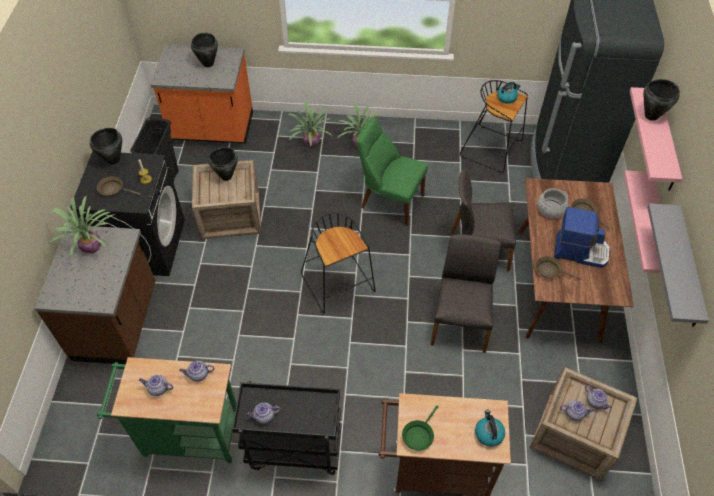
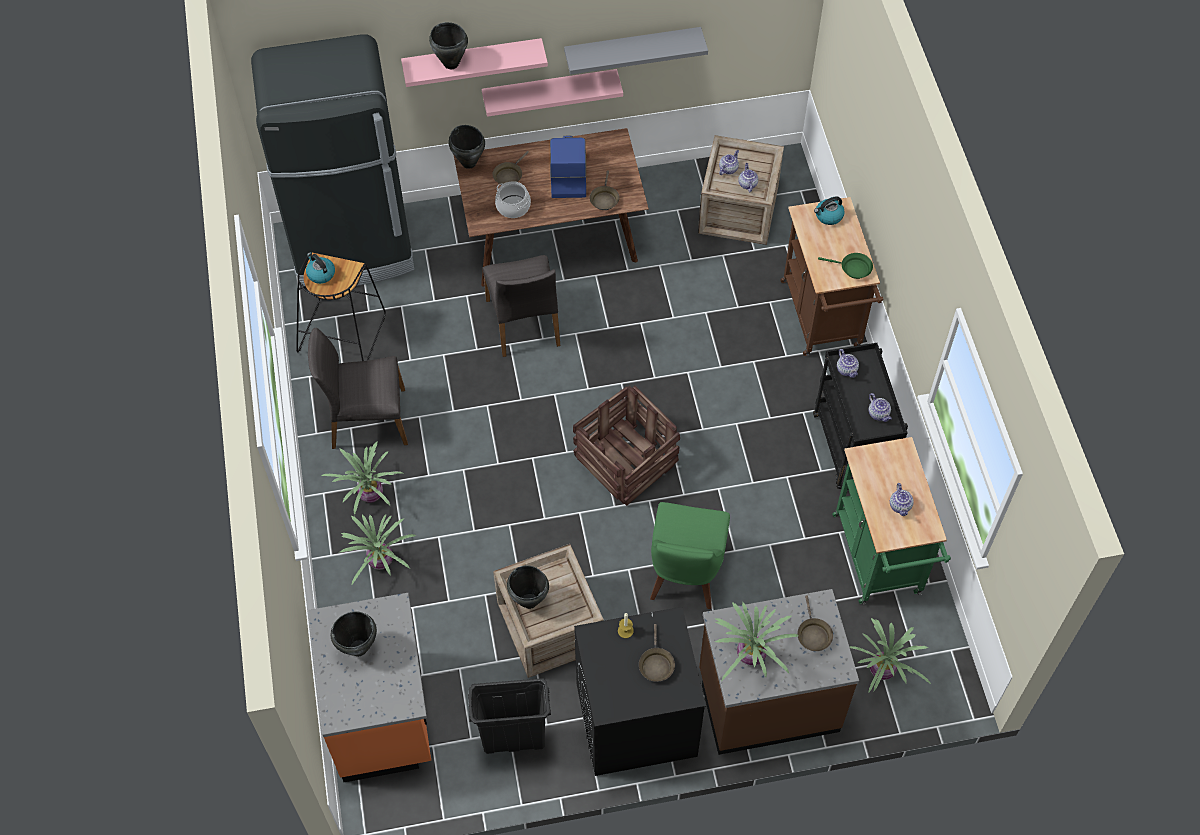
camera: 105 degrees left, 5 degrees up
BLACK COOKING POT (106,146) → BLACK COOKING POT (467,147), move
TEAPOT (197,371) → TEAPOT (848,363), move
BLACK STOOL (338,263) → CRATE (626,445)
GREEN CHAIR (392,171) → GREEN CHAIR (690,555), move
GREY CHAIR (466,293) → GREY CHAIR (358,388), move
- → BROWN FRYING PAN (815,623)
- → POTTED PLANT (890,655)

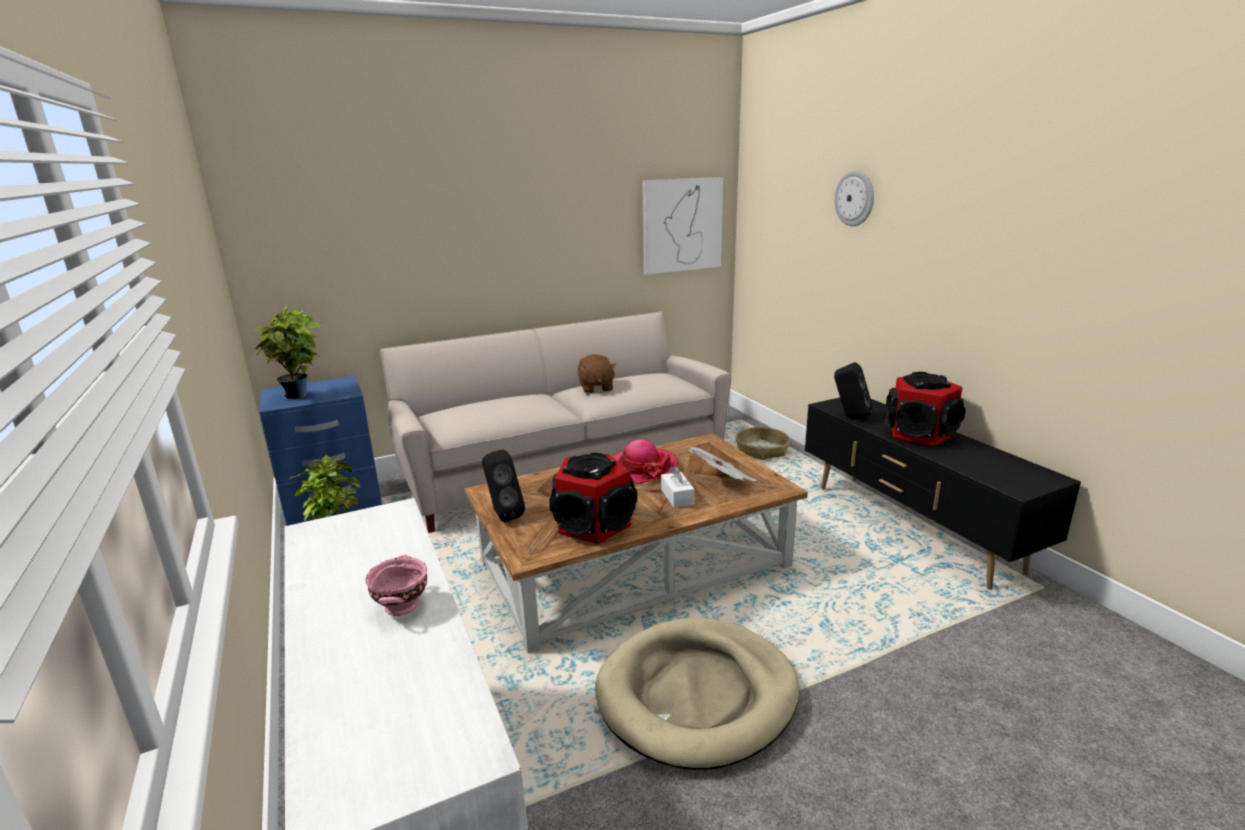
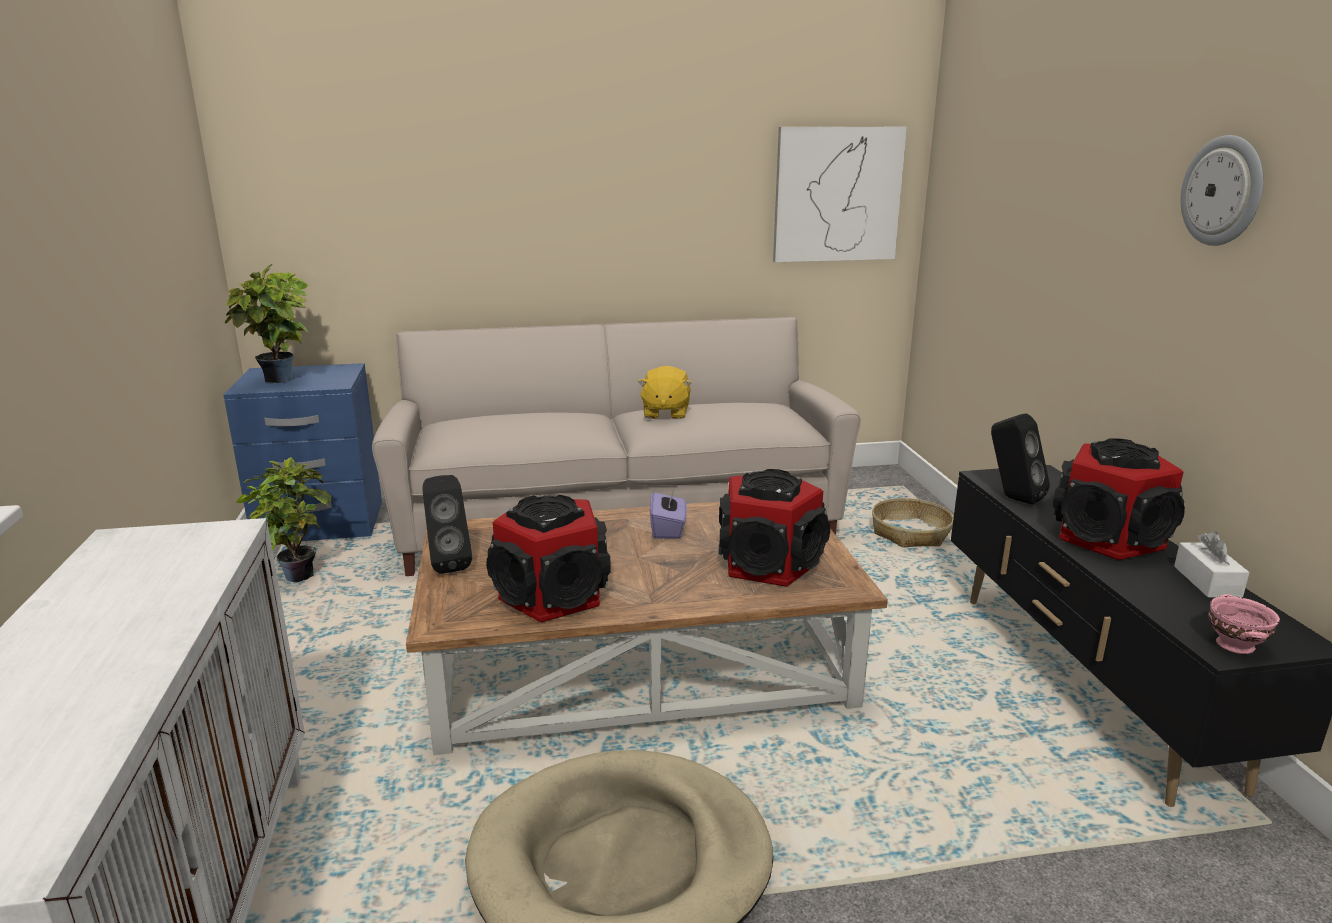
camera: 15 degrees right, 0 degrees up
PINK BOWL (396,585) → PINK BOWL (1244,624), move
BROWN PLUSH TOY (597,373) → YELLOW PLUSH TOY (664,392)
HAT (645,461) → PURPLE TISSUE BOX (668,514)
WHITE TISSUE BOX (678,487) → WHITE TISSUE BOX (1212,564), move
NEWSPAPER (722,464) → SPEAKER (774,528)
WALL CLOCK (854,198) → WALL CLOCK (1222,190), move

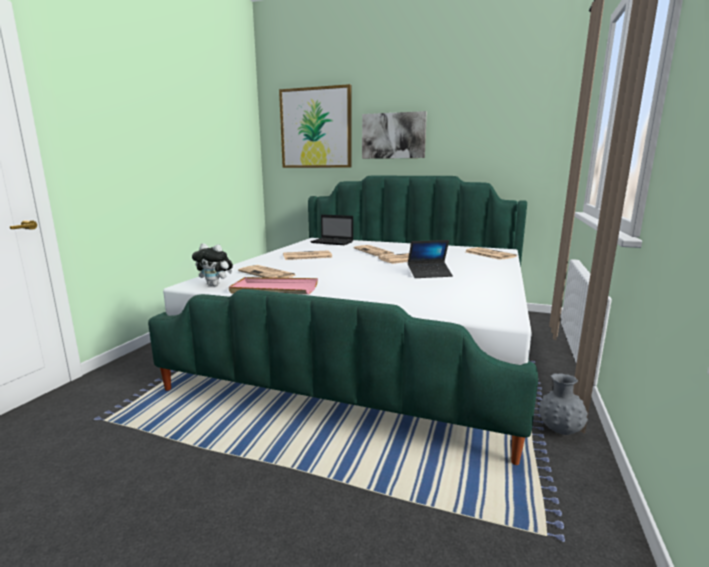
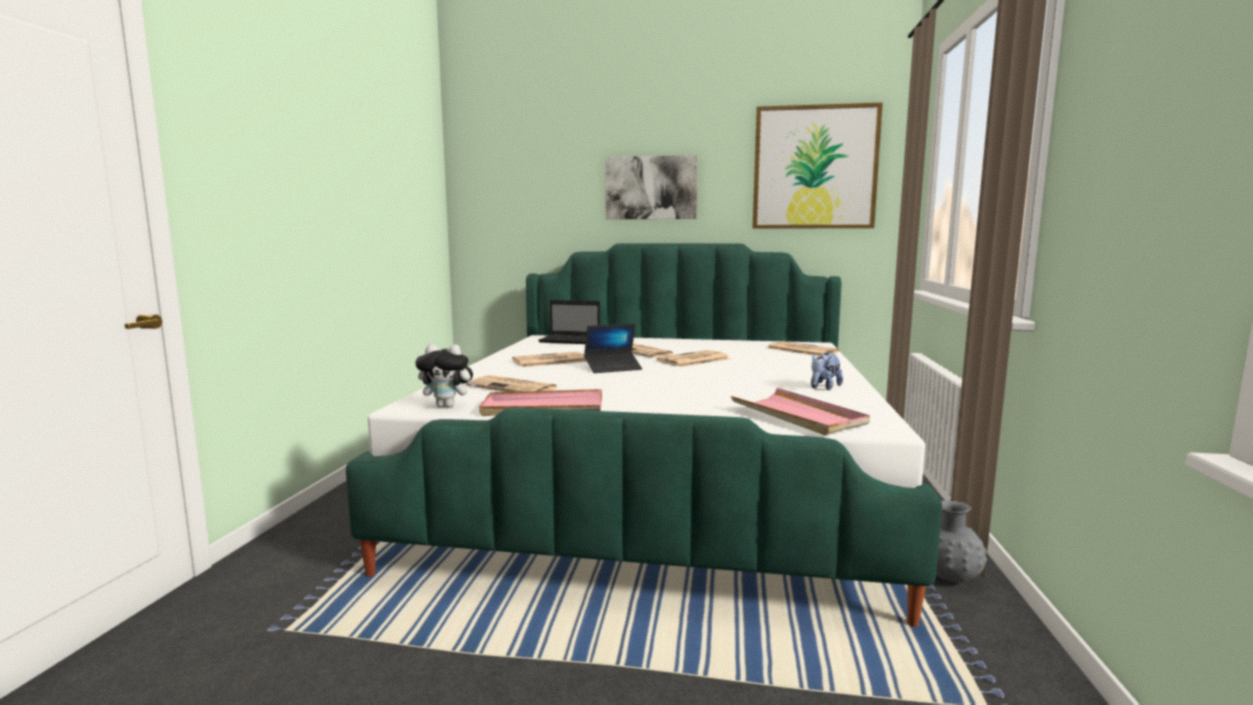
camera: 10 degrees left, 5 degrees down
PICTURE (315,126) → PICTURE (817,165), move
LAPTOP (430,259) → LAPTOP (613,348), move
- → PINK TRAY (800,411)
- → PLUSH TOY (827,371)

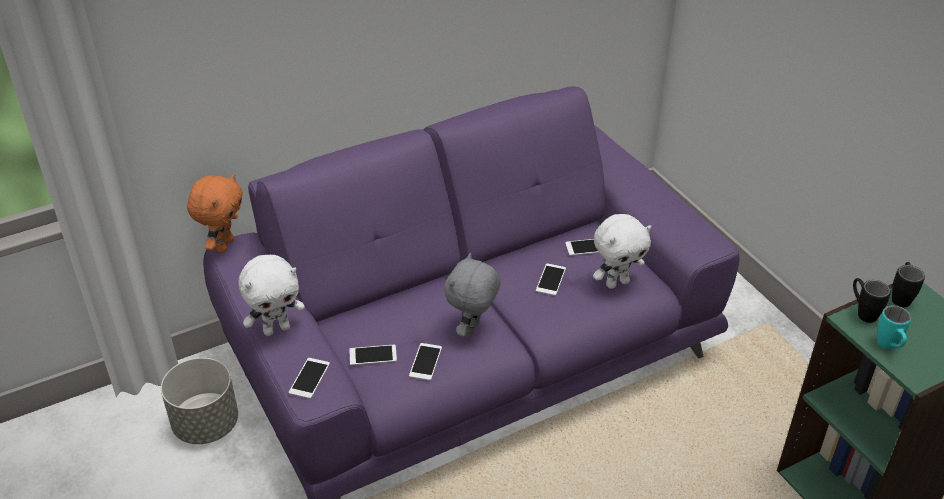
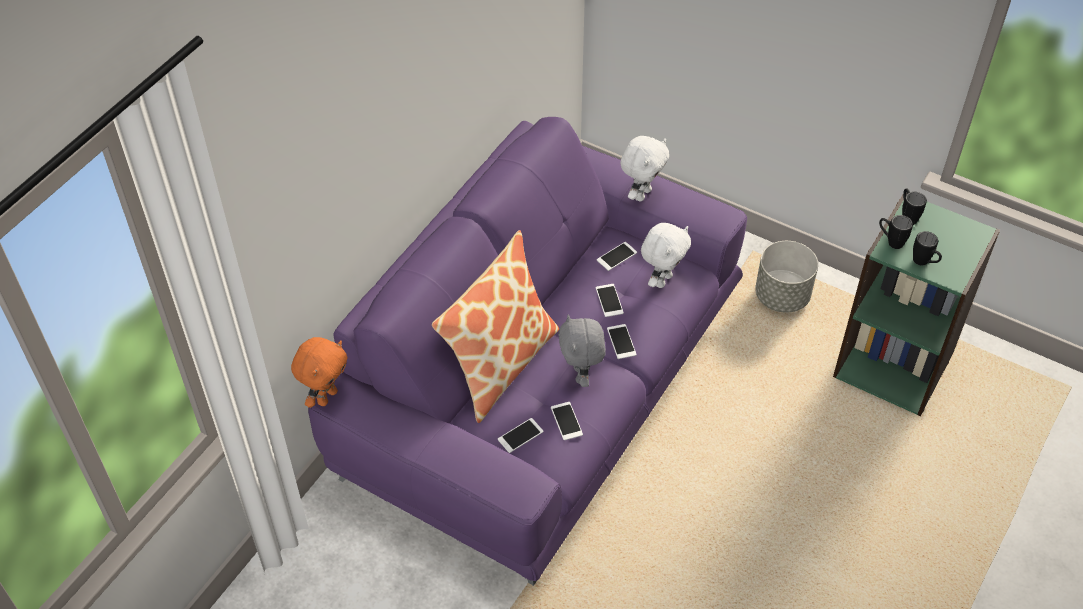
camera: 30 degrees left, 10 degrees up
GREY PLANTER (199,401) → GREY PLANTER (786,277), move
ORANGE PLUSH TOY (215,213) → ORANGE PLUSH TOY (319,372), 45 degrees clockwise
WHITE PLUSH TOY (272,295) → WHITE PLUSH TOY (644,169), move
PHONE (309,378) → PHONE (622,341), move
TURQUOISE MUG (894,327) → BLACK MUG (927,248)
- → PILLOW (495,326)

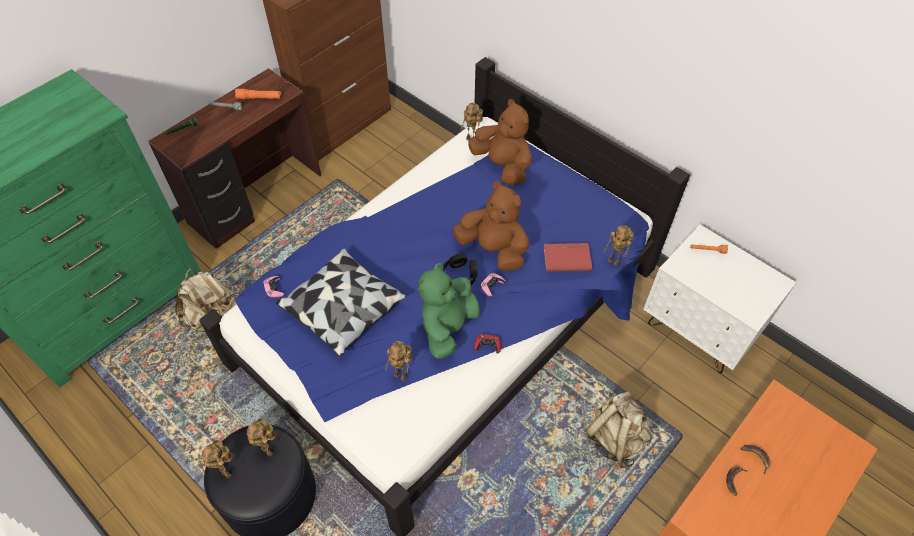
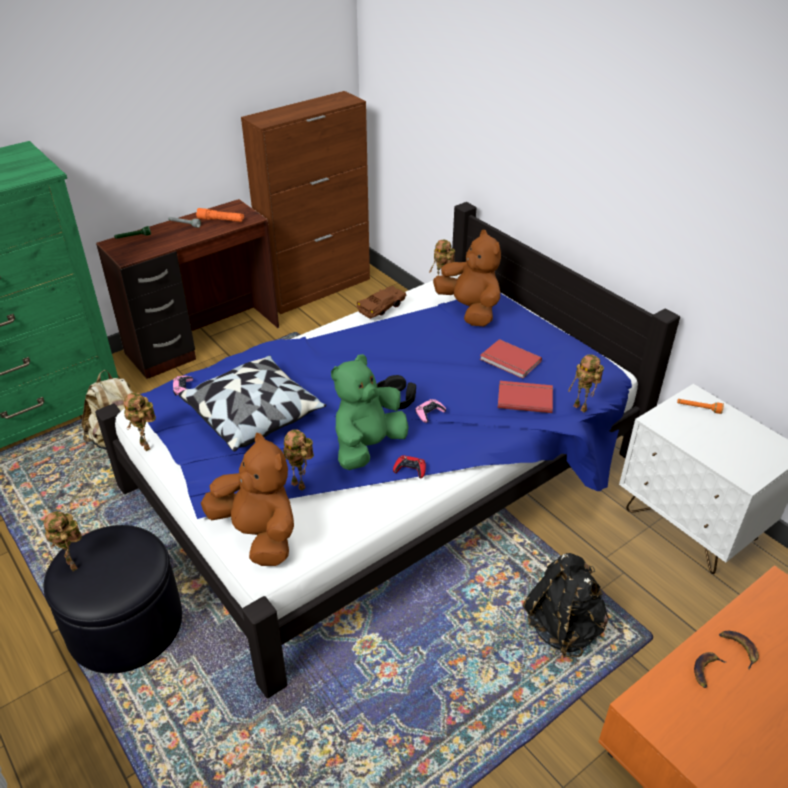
camera: 10 degrees right, 15 degrees down
TOY ROBOT (261,437) → TOY ROBOT (140,421), move
BROWN PLUSH TOY (490,226) → BROWN PLUSH TOY (247,499), move
BEIGE BACKPACK (619,430) → BLACK BACKPACK (566,605)
- → BROWN TOY CAR (381,302)
- → RED BOOK (511,359)

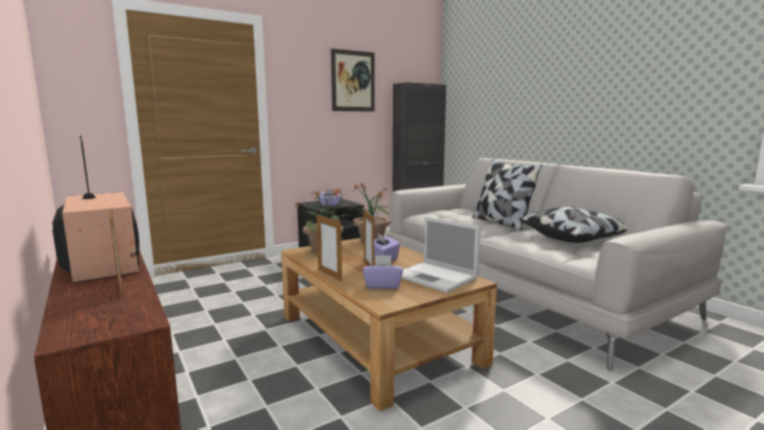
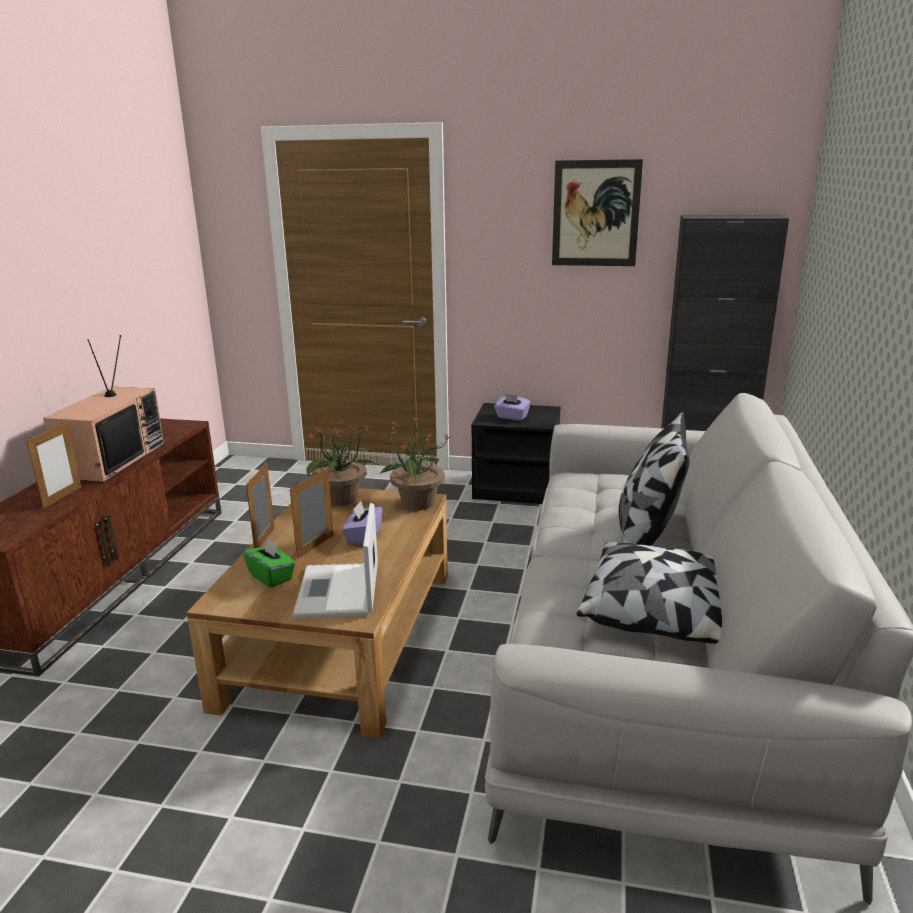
camera: 45 degrees right, 10 degrees up
PURPLE TISSUE BOX (383,272) → GREEN TISSUE BOX (269,563)

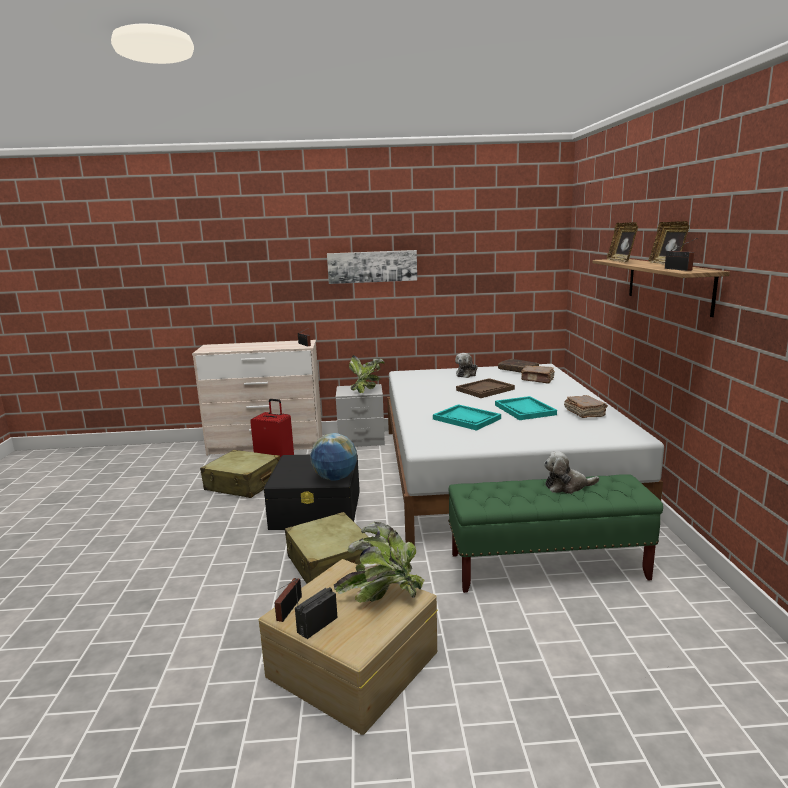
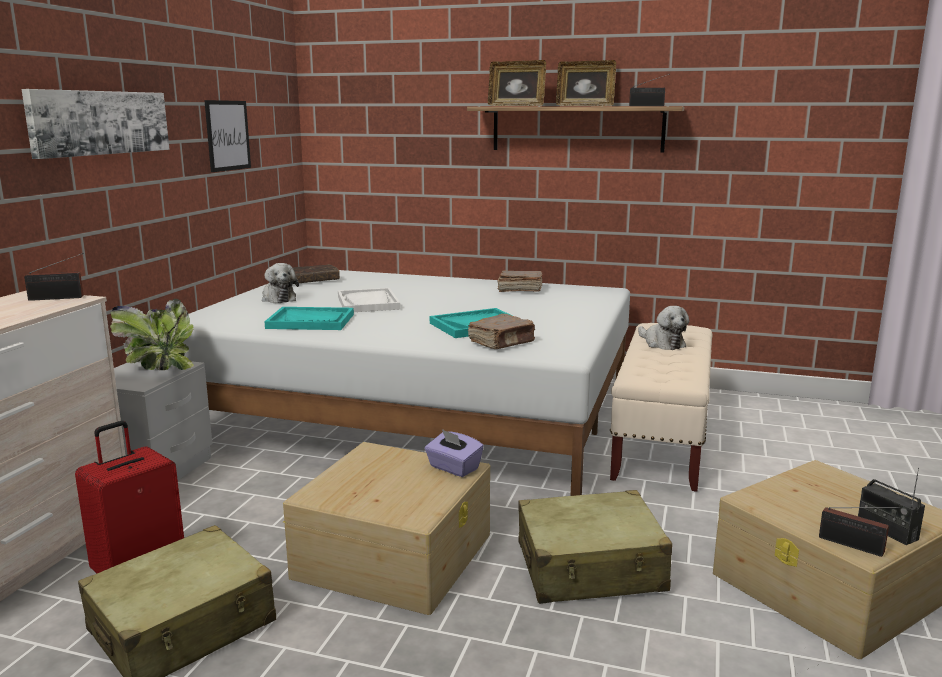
camera: 70 degrees left, 0 degrees up
BLACK STORAGE BOX (312,492) → BEIGE STORAGE BOX (386,528)
GLOBE (333,457) → PURPLE TISSUE BOX (454,453)
POTTED PLANT (379,562) → -
GREEN BENCH (555,533) → BEIGE BENCH (661,407)
BROWN TRAY (485,388) → WHITE TRAY (369,300)
TURQUOISE TRAY (526,408) → TURQUOISE TRAY (309,318), move
BROWN BOOK (538,375) → BROWN BOOK (501,331), move
PLUSH TOY (571,472) → PLUSH TOY (663,328), 45 degrees counterclockwise
- → PICTURE (227,136)

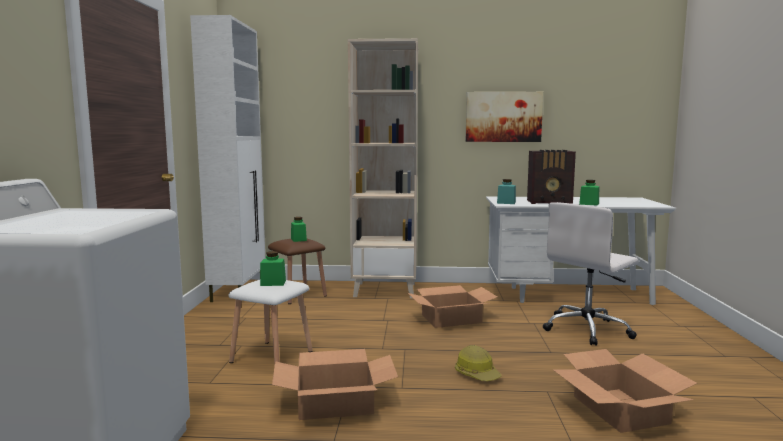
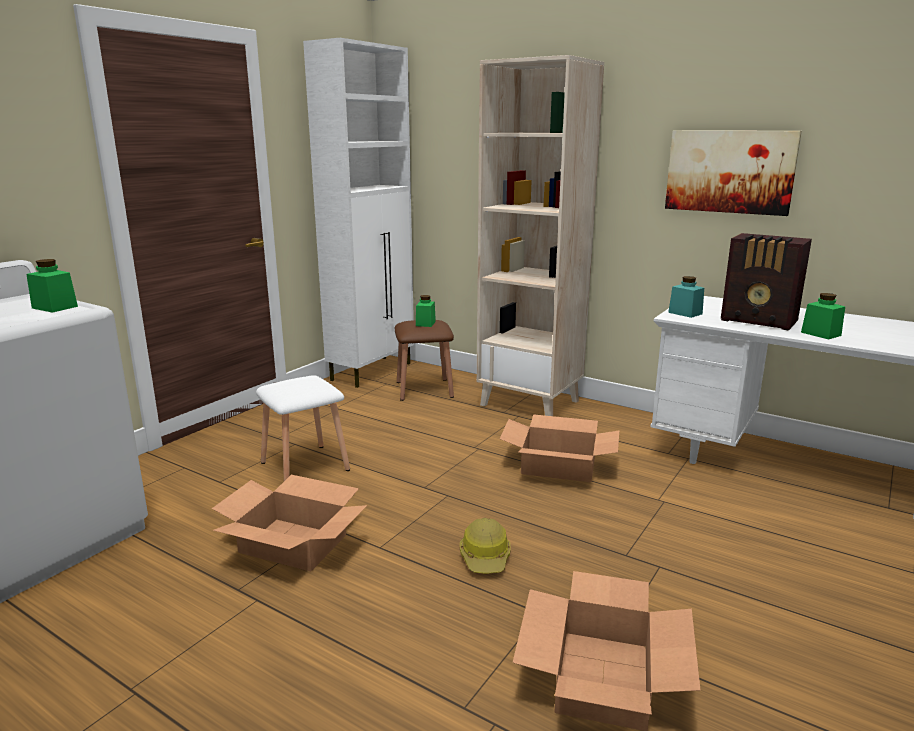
camera: 30 degrees right, 10 degrees up
GREEN JAR (273,268) → GREEN JAR (52,286), move
WHITE OFFICE CHAIR (591,274) → -

